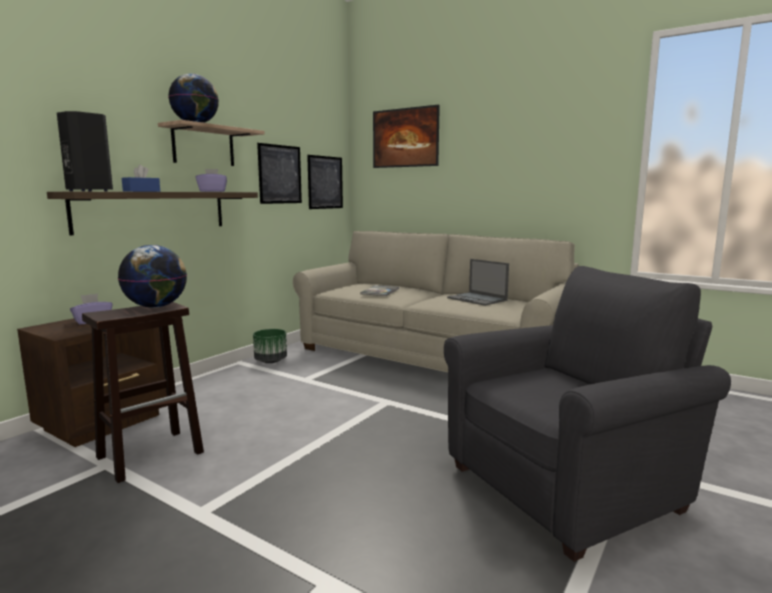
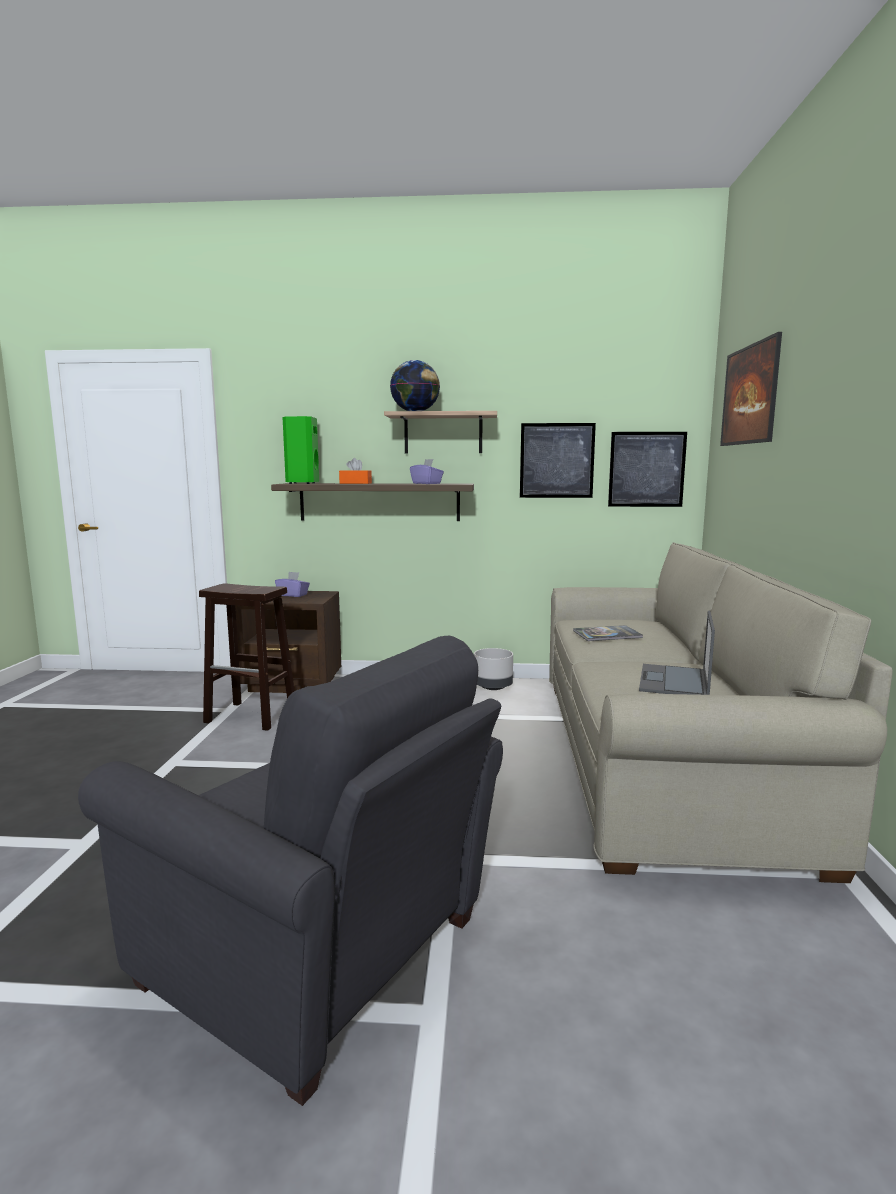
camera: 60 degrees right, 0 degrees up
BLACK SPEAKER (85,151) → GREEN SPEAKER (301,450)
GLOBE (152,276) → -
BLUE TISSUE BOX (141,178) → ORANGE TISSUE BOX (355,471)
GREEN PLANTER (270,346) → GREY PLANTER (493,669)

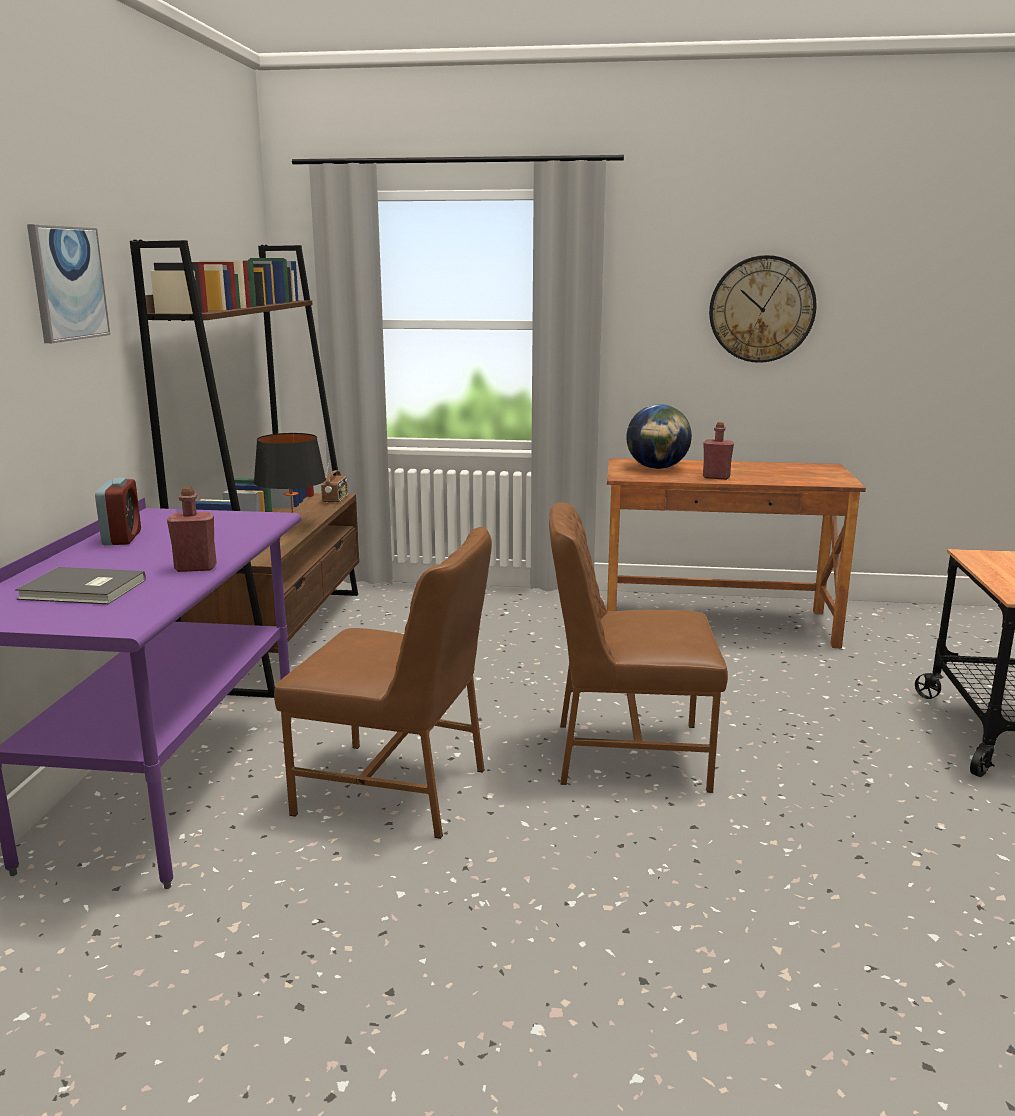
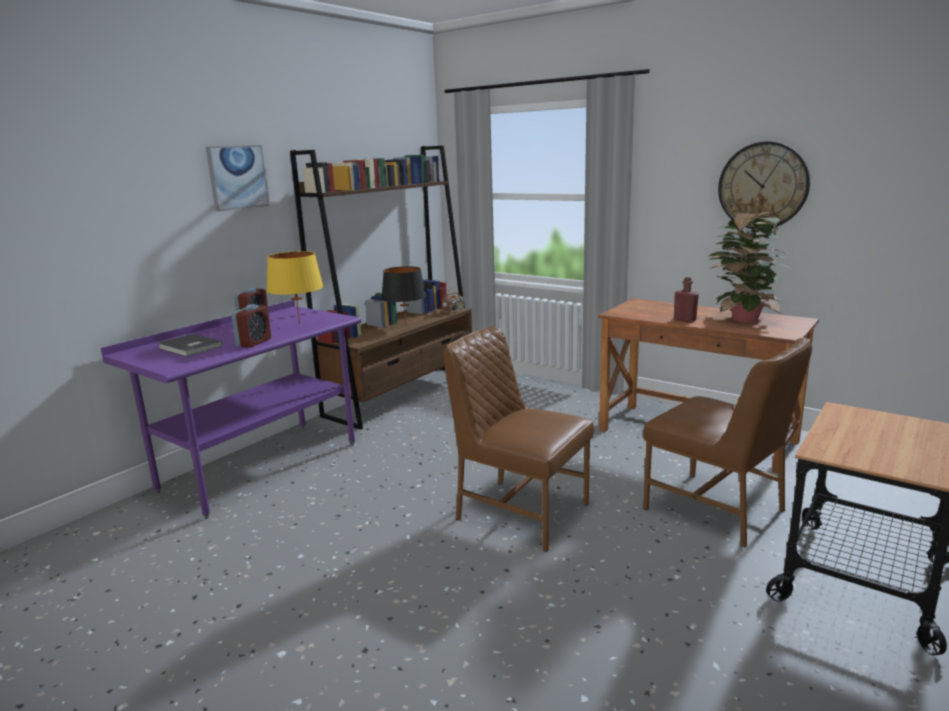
camera: 30 degrees right, 0 degrees up
RED BOTTLE (192,529) → ALARM CLOCK (251,326)
BROWN CHAIR (383,683) → BROWN CHAIR (727,442), move
GLOBE (659,436) → -
- → YELLOW TABLE LAMP (295,287)
- → POTTED PLANT (749,267)

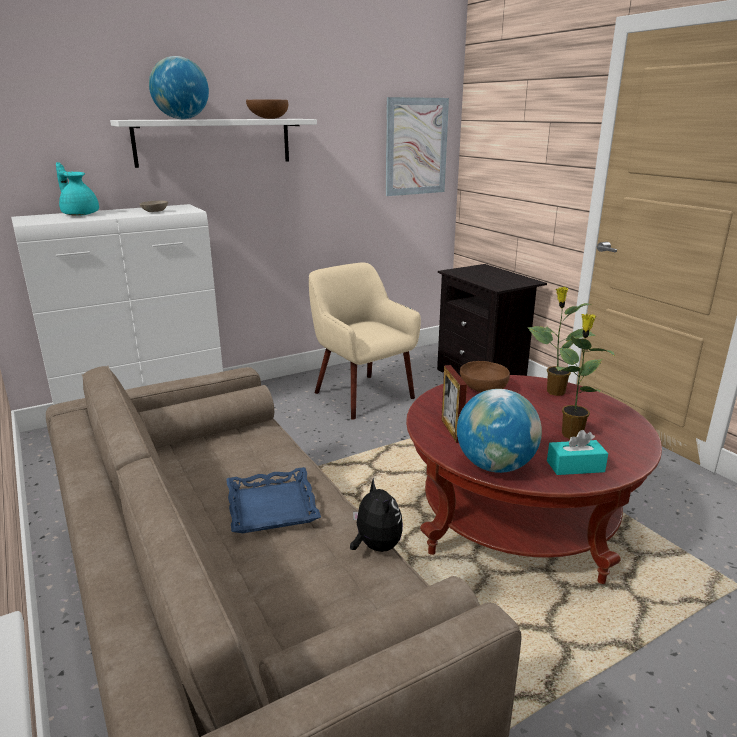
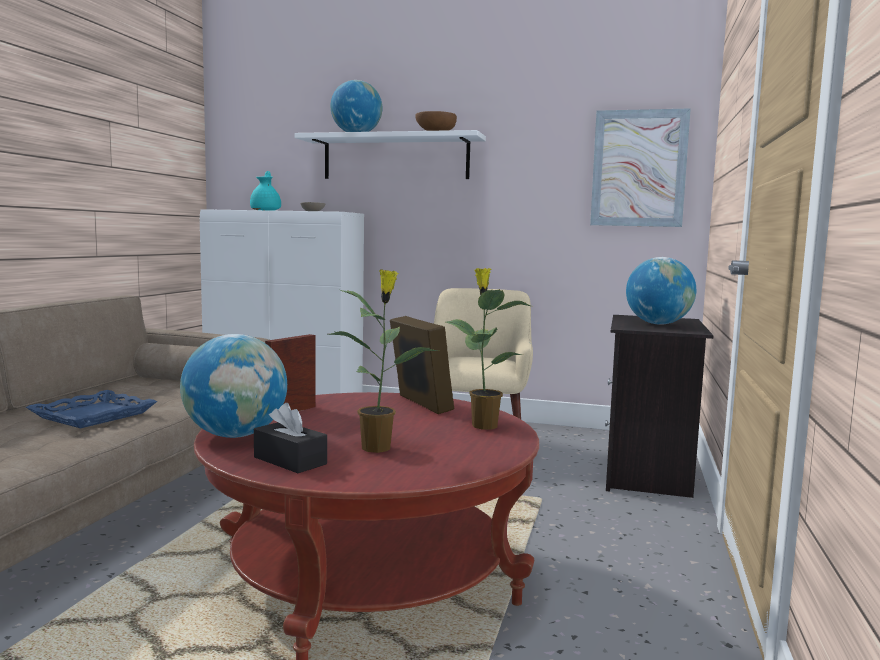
camera: 45 degrees right, 15 degrees down
PLUSH TOY (376,515) → -
BROWN BOWL (485,376) → PICTURE FRAME (422,365)
TURQUOISE TISSUE BOX (577,452) → BLACK TISSUE BOX (290,438)
- → GLOBE (661,291)

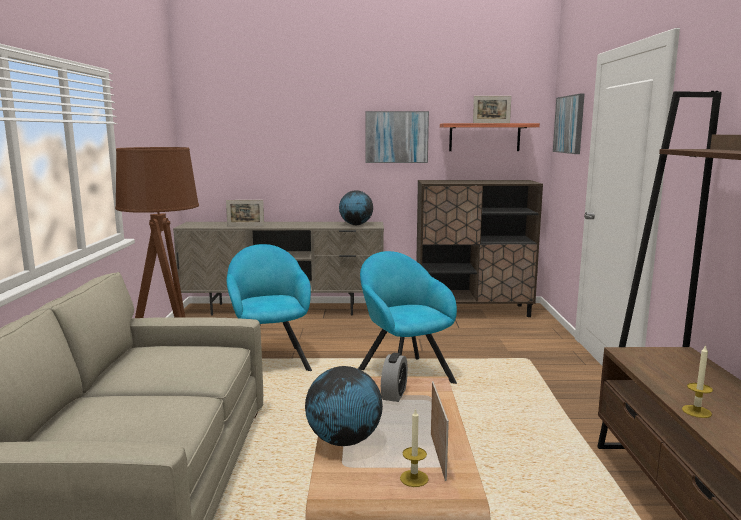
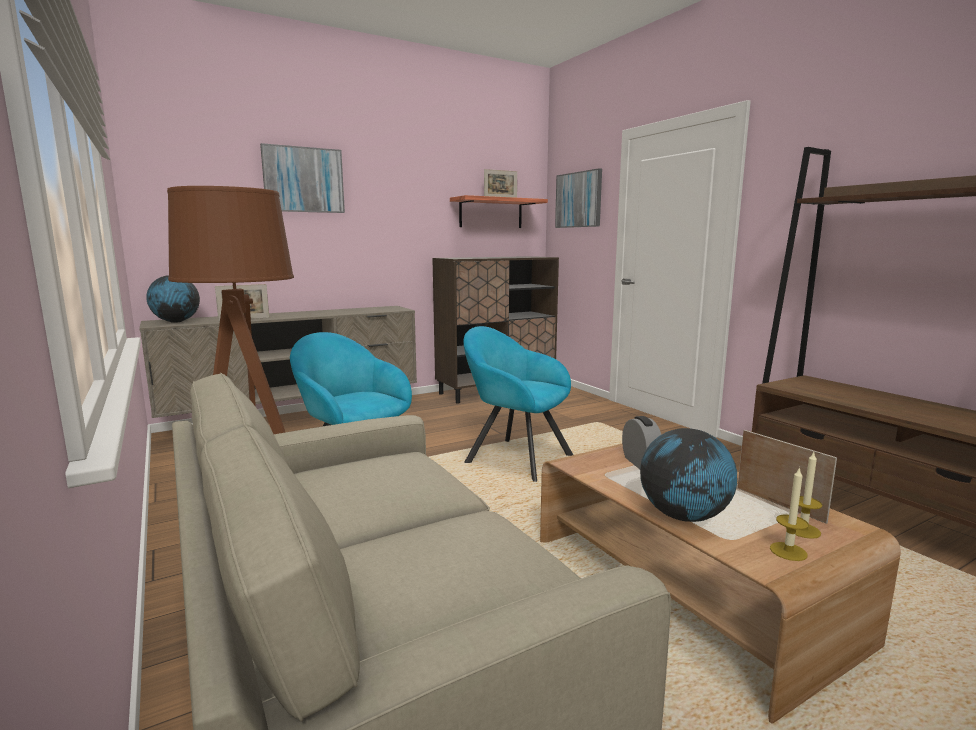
camera: 30 degrees left, 0 degrees up
GLOBE (356,208) → GLOBE (173,299), move
PICTURE (397,137) → PICTURE (302,178), move
CANDLE (697,381) → CANDLE (789,514), move

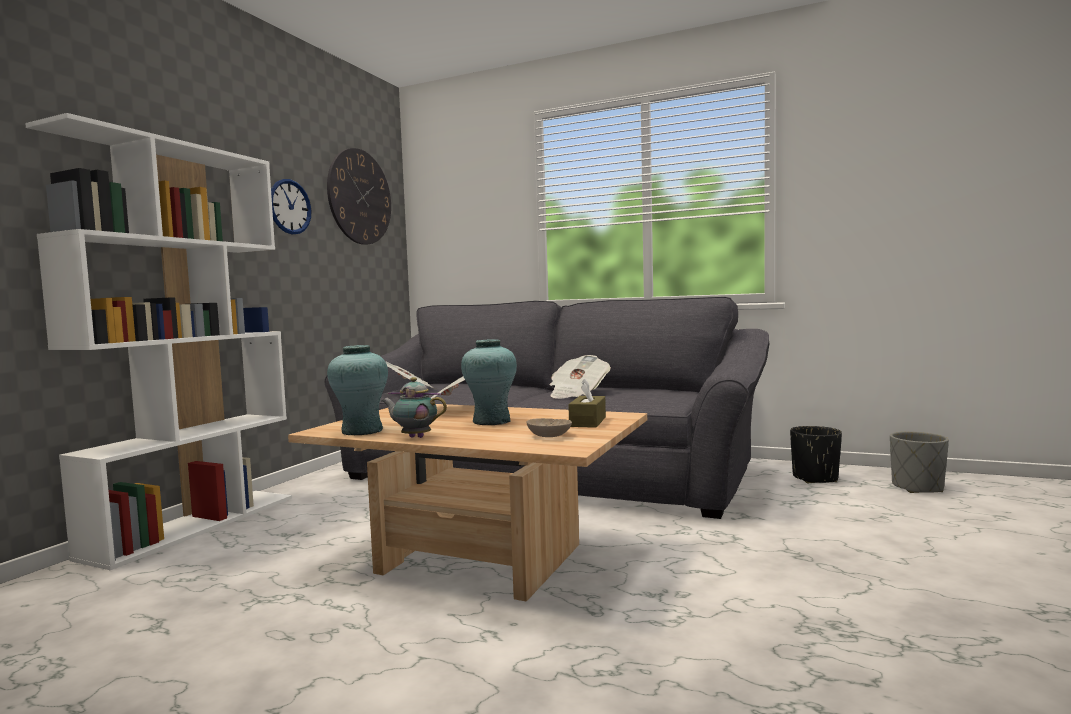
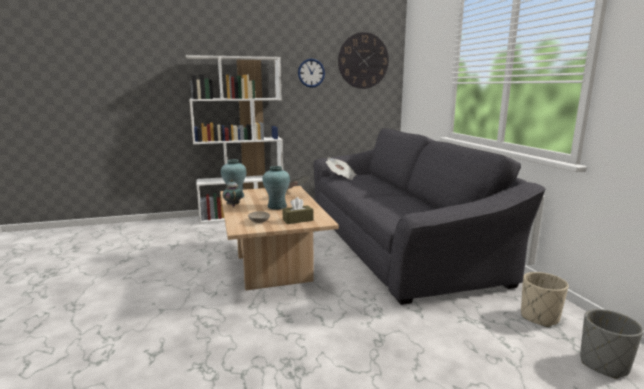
camera: 50 degrees right, 10 degrees up
NEWSPAPER (580,377) → -
BLACK PLANTER (816,454) → BEIGE PLANTER (544,299)

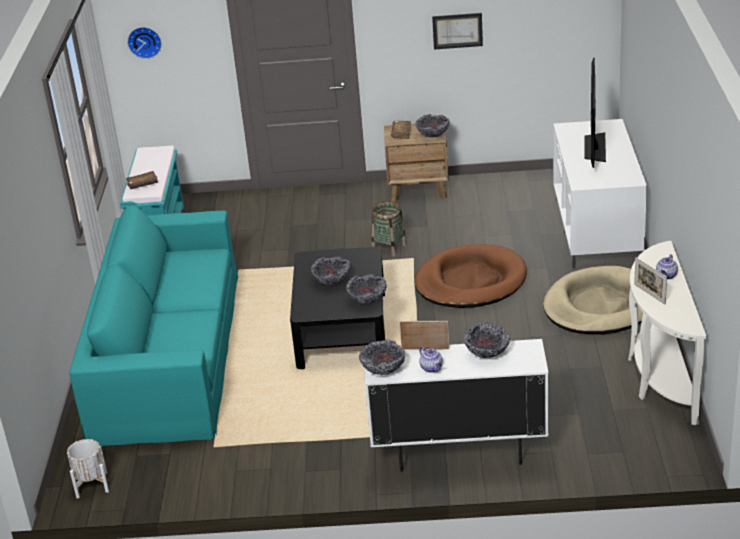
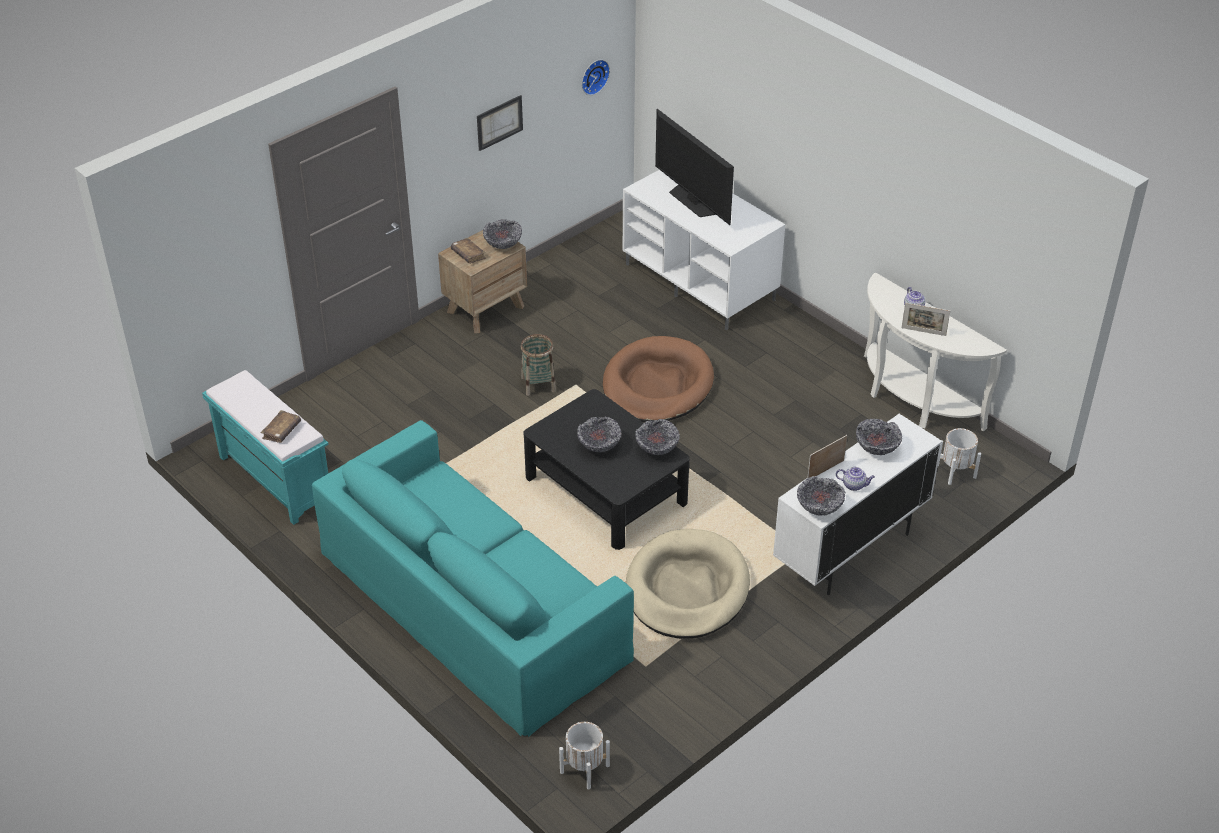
camera: 45 degrees left, 10 degrees up
WALL CLOCK (144,43) → WALL CLOCK (596,77), move
BEIGE DOG BED (593,300) → BEIGE DOG BED (688,584), move
- → WHITE PLANTER (959,456)

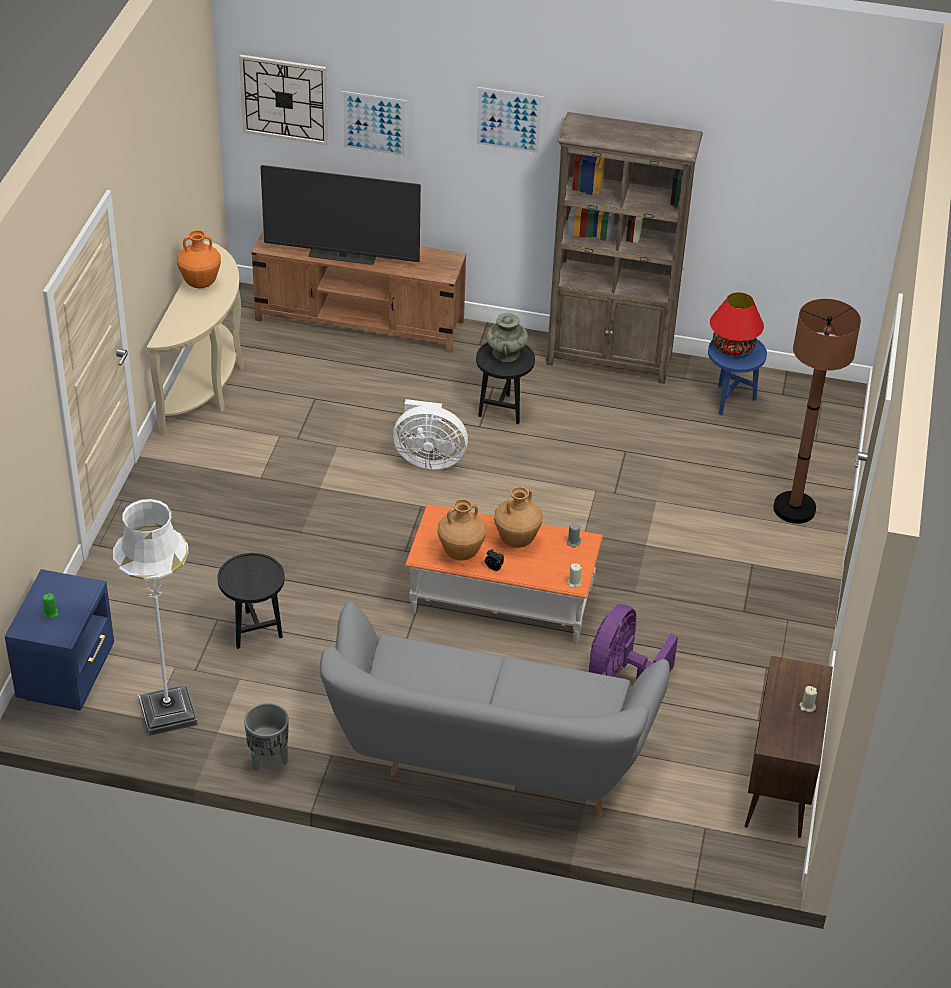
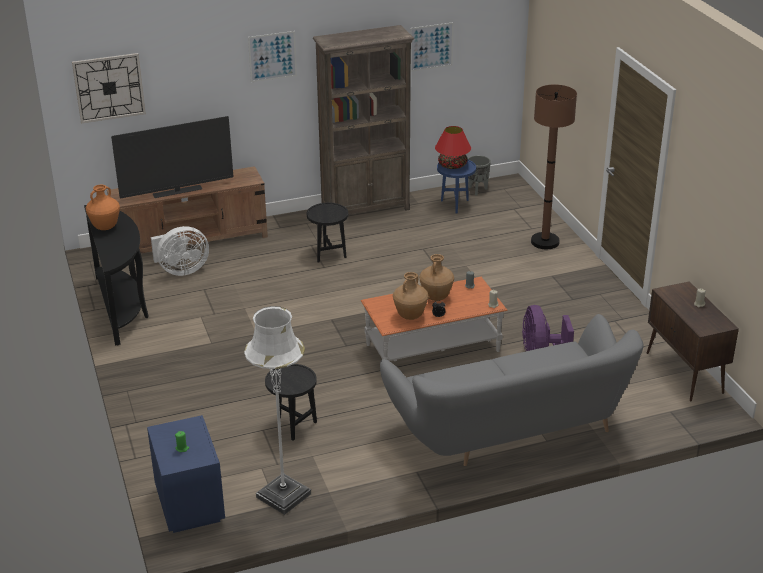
camera: 30 degrees left, 10 degrees down
BEIGE CONSOLE TABLE (195,338) → BLACK CONSOLE TABLE (116,275)
GREY PLANTER (266,737) → GREY PLANTER (479,175), move
PICTURE (374,124) → PICTURE (432,47), move
WHITE FAN (430,434) → WHITE FAN (180,251), move
TURQUOISE VASE (507,337) → -

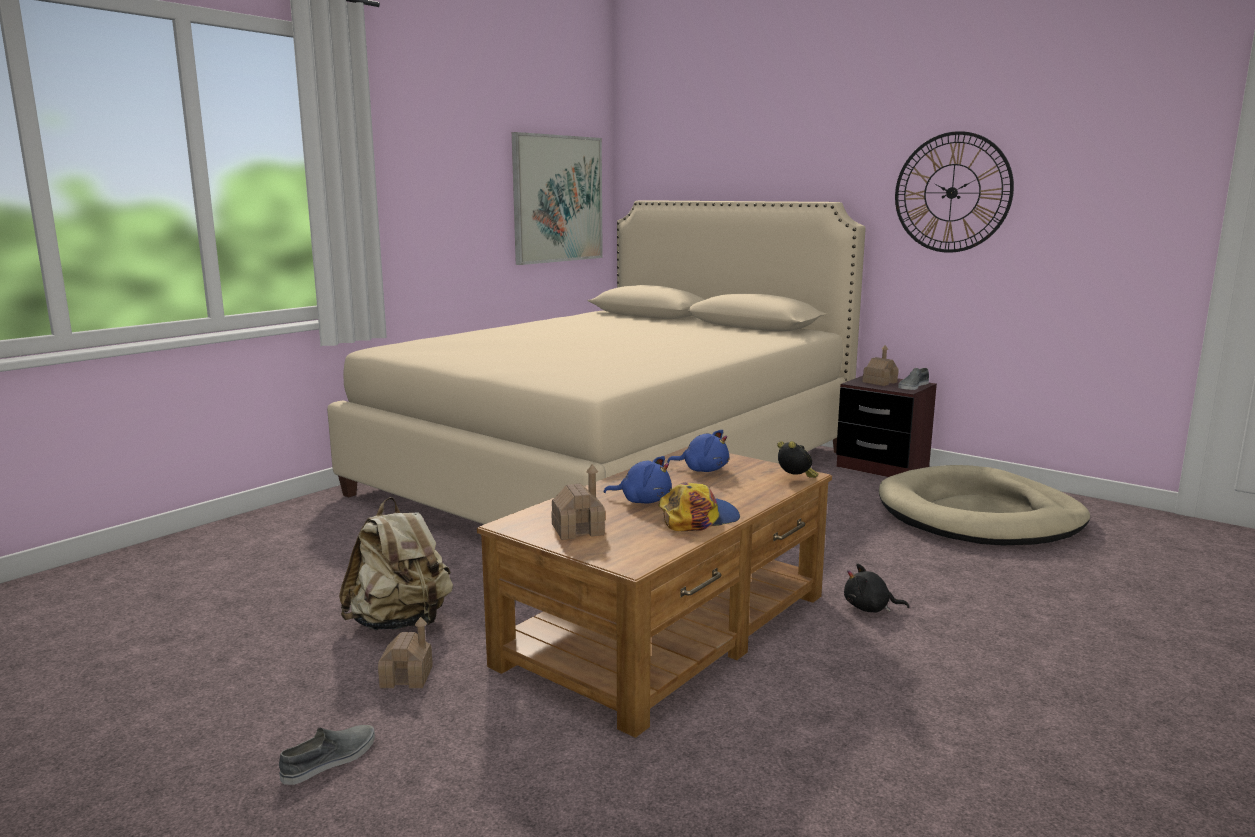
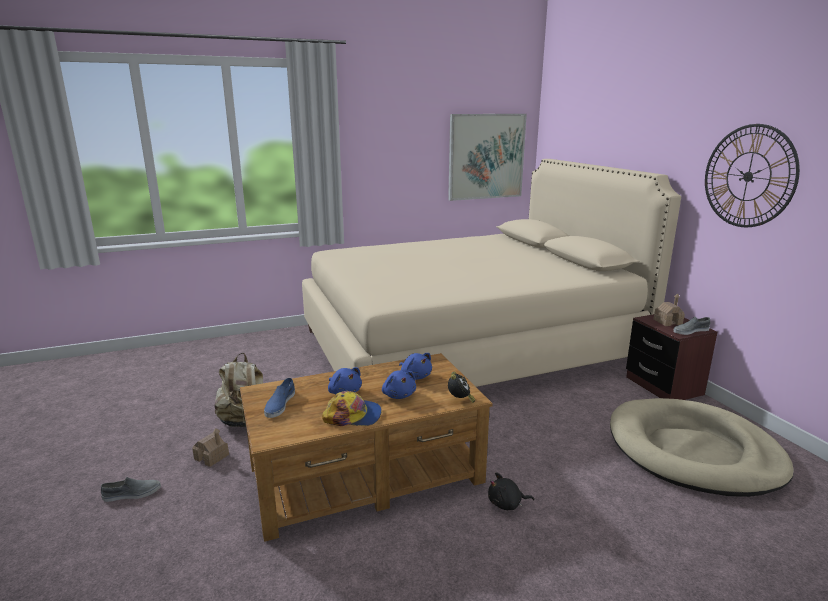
camera: 30 degrees right, 5 degrees up
TOY HOUSE (578,502) → BLUE SHOE (279,398)
BLACK PLUSH TOY (876,587) → BLACK PLUSH TOY (511,491), 45 degrees counterclockwise
- → BLUE PLUSH TOY (399,384)

